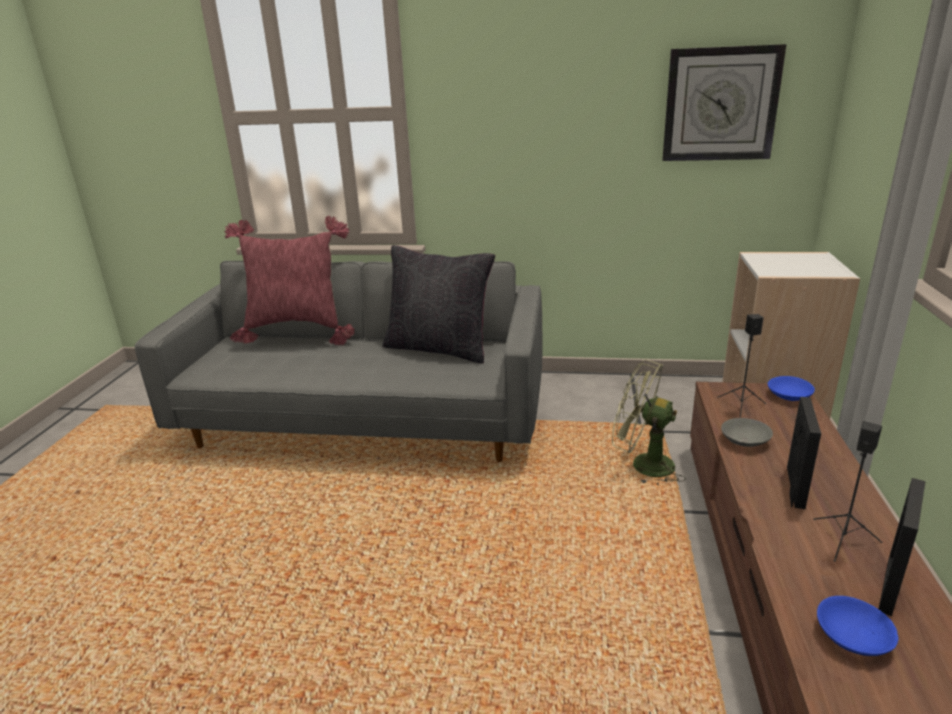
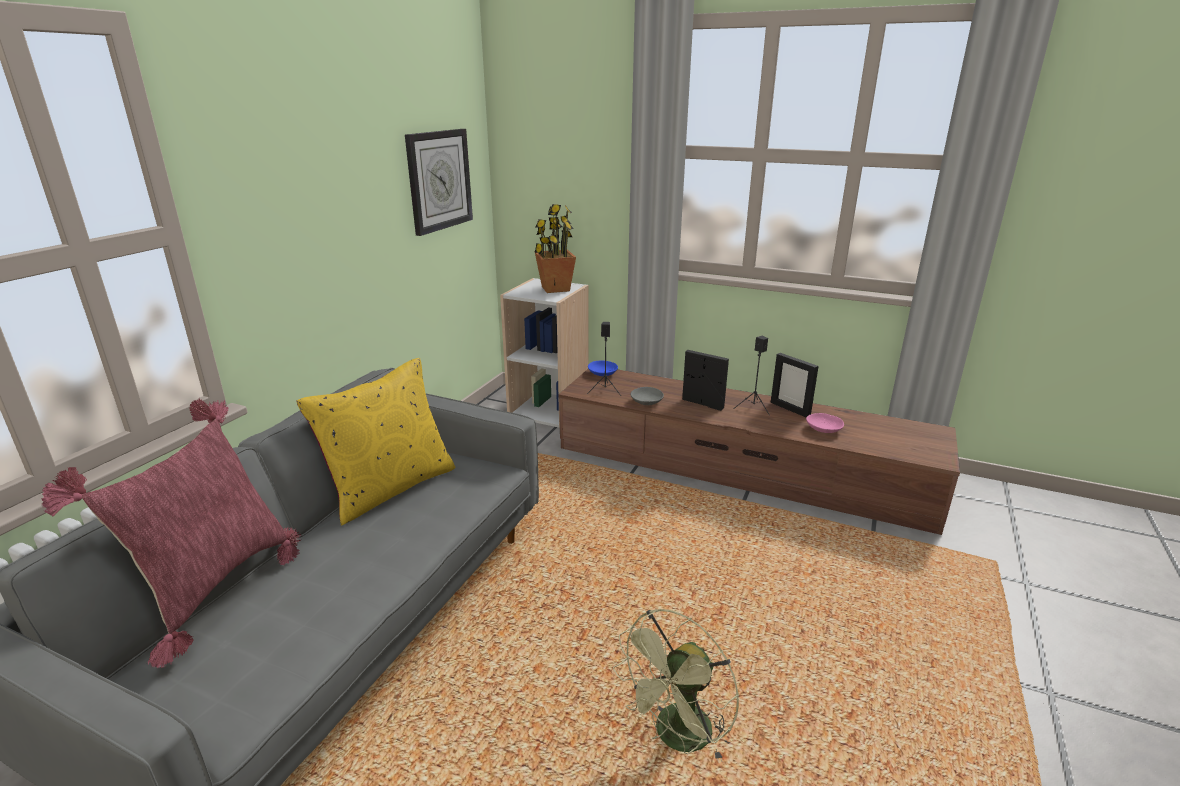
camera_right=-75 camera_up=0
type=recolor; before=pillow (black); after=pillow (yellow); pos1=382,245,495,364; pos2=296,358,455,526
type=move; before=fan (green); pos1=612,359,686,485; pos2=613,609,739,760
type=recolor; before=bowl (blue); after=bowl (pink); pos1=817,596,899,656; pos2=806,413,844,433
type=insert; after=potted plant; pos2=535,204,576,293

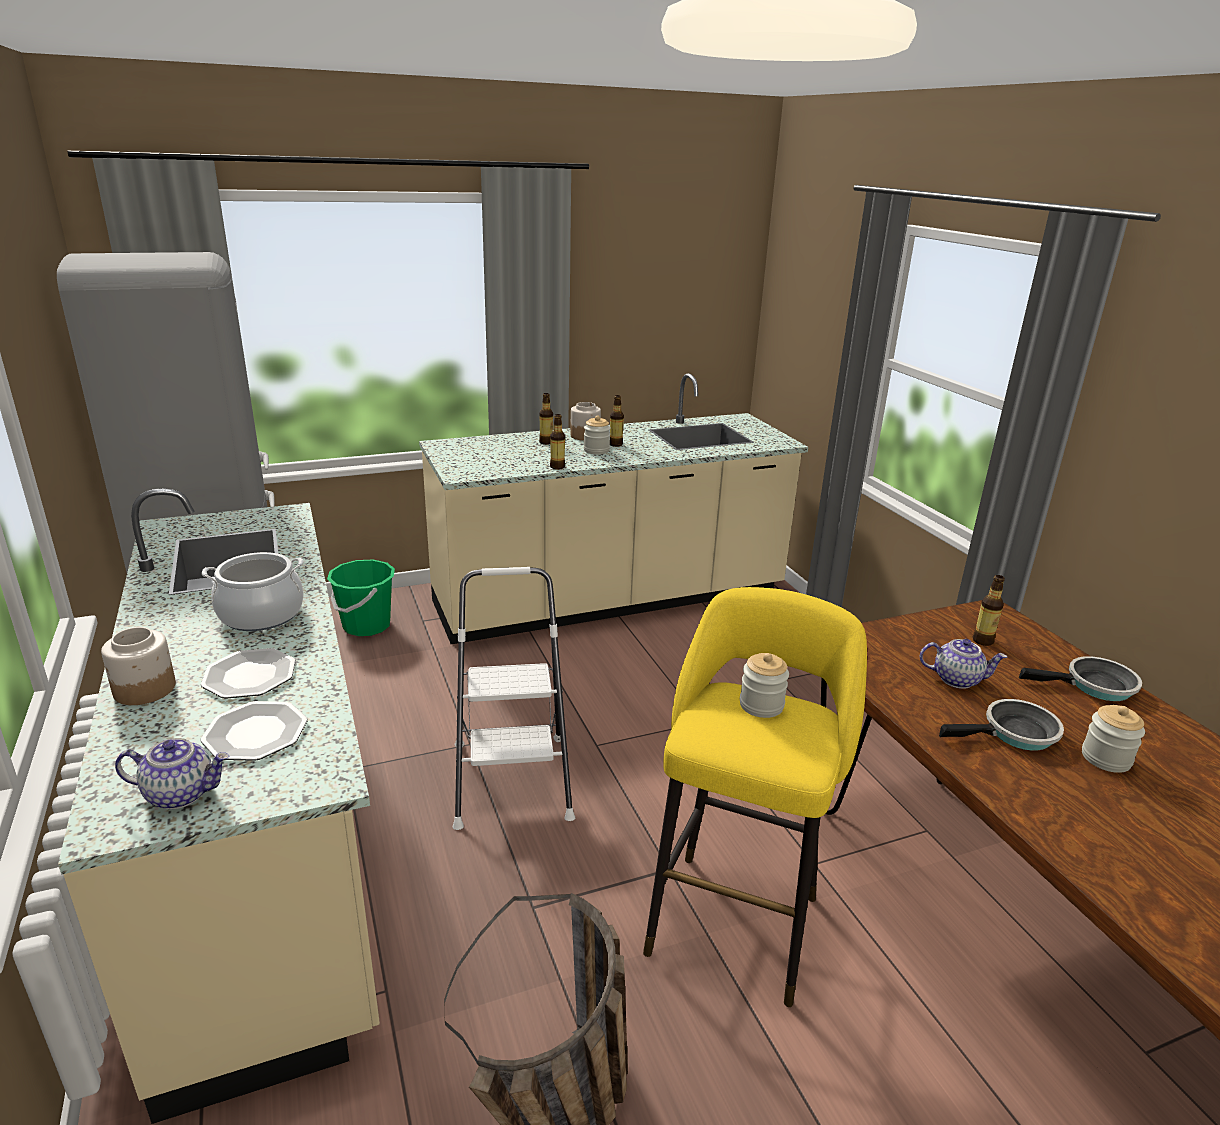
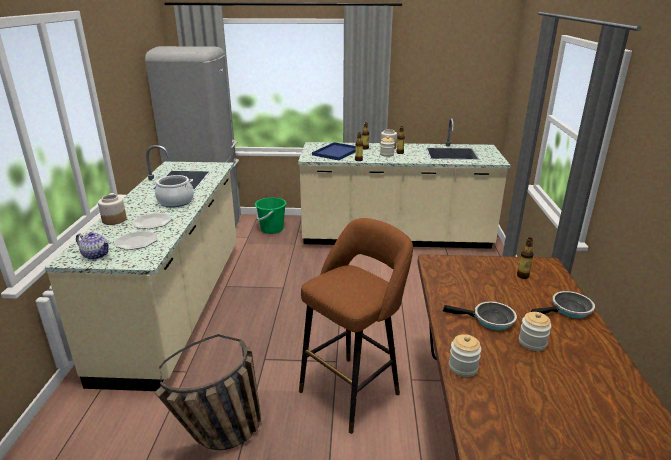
camera_right=25 camera_up=0
type=delete; before=step ladder (white); pos1=453,567,575,830
type=recolor; before=stool (yellow); after=stool (brown); pos1=643,587,867,1007; pos2=299,218,413,434
type=move; before=jar; pos1=740,653,789,718; pos2=449,334,481,377
type=delete; before=teapot; pos1=920,639,1007,689
type=rotate; before=frying pan; pos1=1019,656,1142,701; pos2=531,291,595,318; turn=-45
type=insert; after=tray (blue); pos2=312,142,355,160

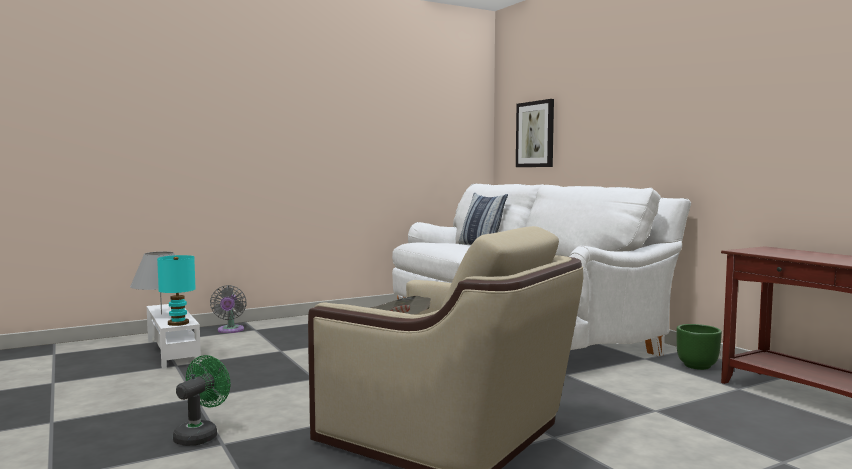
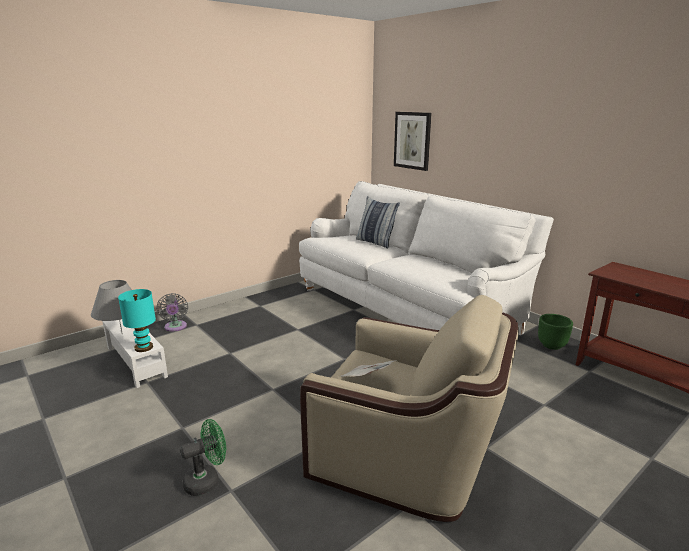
camera_right=-10 camera_up=15
type=rotate; before=fan (green); pos1=173,355,231,446; pos2=180,419,226,496; turn=45

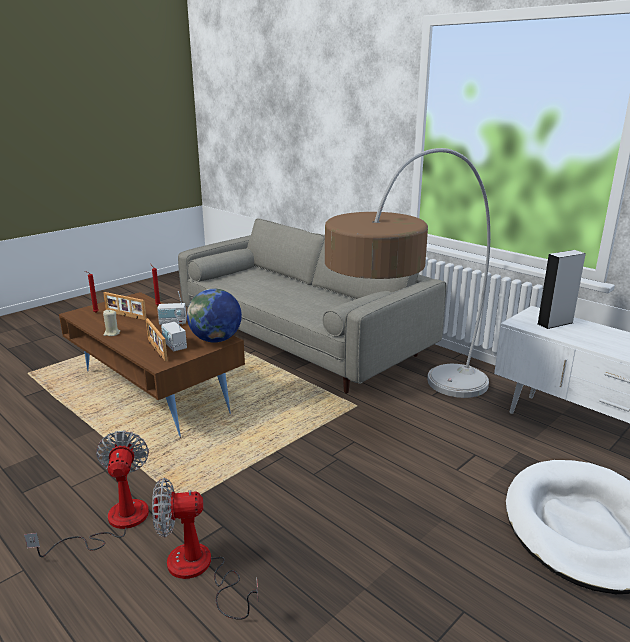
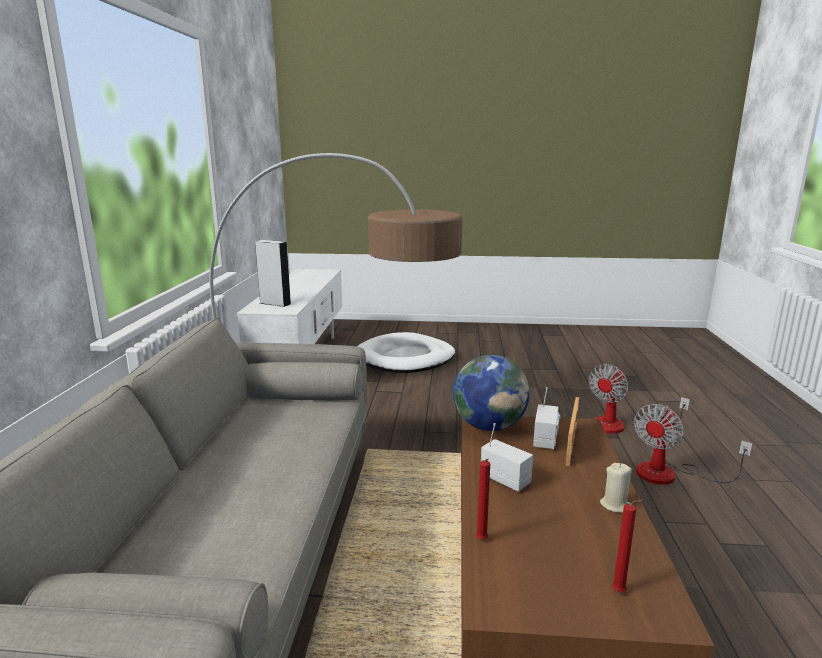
camera_right=-130 camera_up=-5
type=delete; before=picture frame; pos1=103,292,147,320
type=rotate; before=fan; pos1=152,478,258,620; pos2=589,364,690,434; turn=90

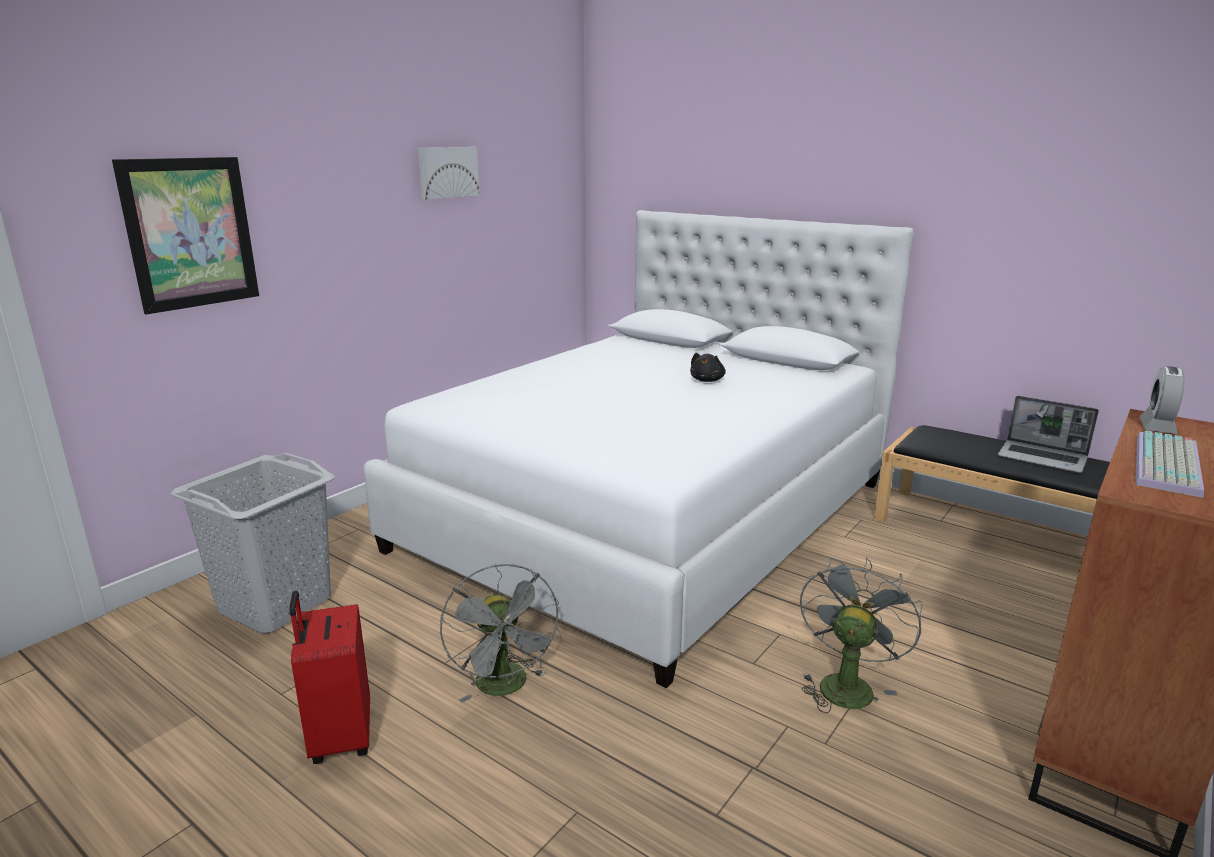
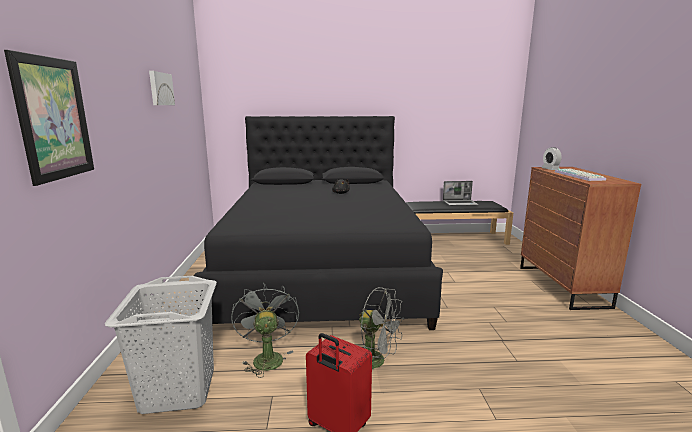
camera_right=-40 camera_up=-5
type=recolor; before=bed (white); after=bed (black); pos1=364,210,914,688; pos2=194,116,443,330
type=move; before=fan (grey); pos1=800,557,923,713; pos2=231,283,299,378

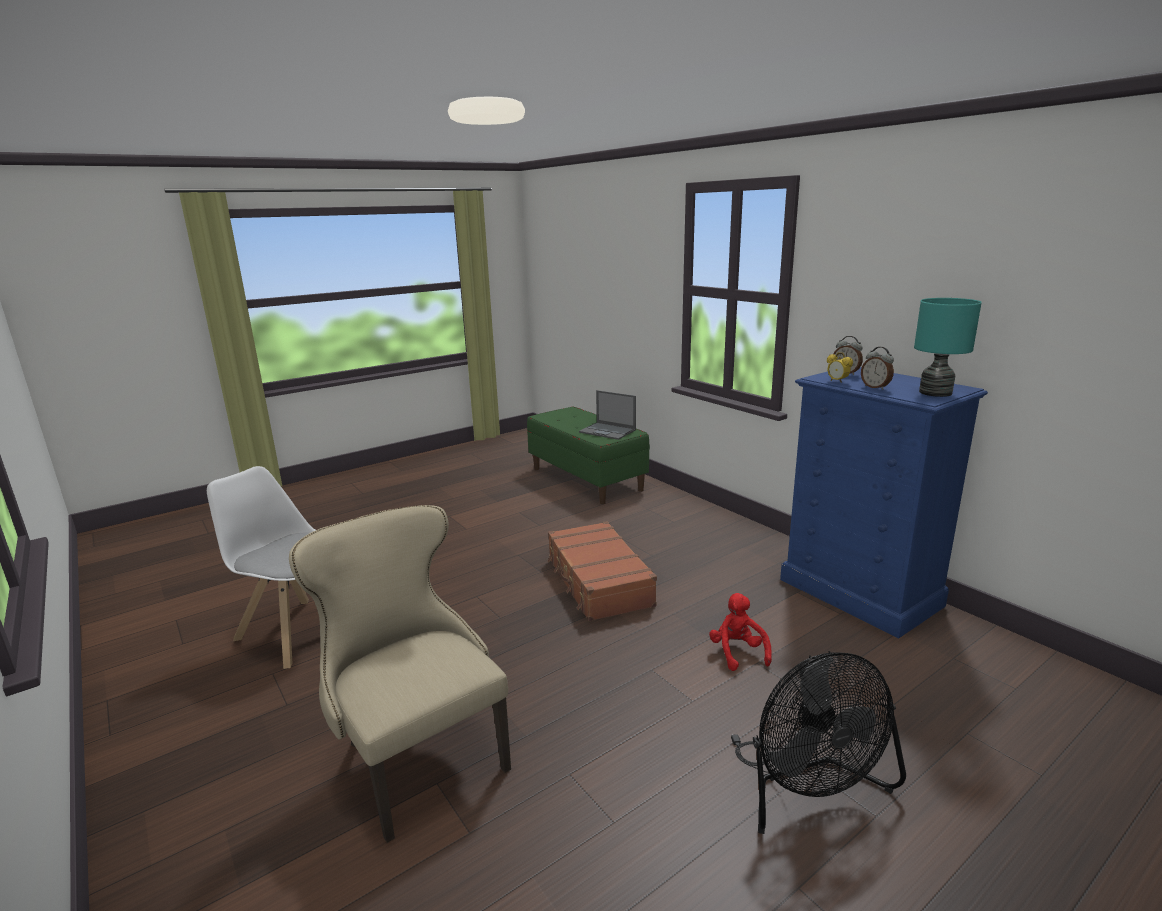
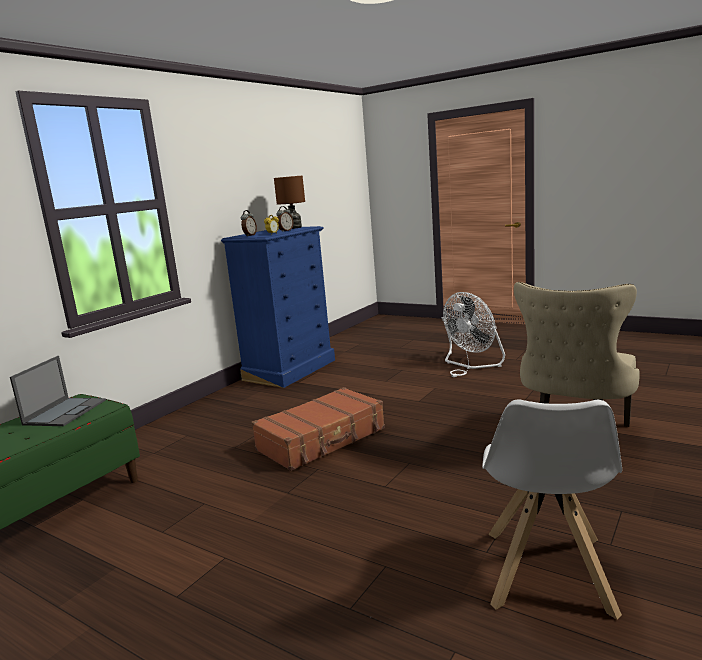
camera_right=-110 camera_up=-5
type=delete; before=plush toy (red); pos1=709,593,772,671
type=recolor; before=fan (black); after=fan (white); pos1=731,651,906,834; pos2=442,292,505,377
type=recolor; before=table lamp (turquoise); after=table lamp (brown); pos1=914,298,982,397; pos2=274,176,305,229

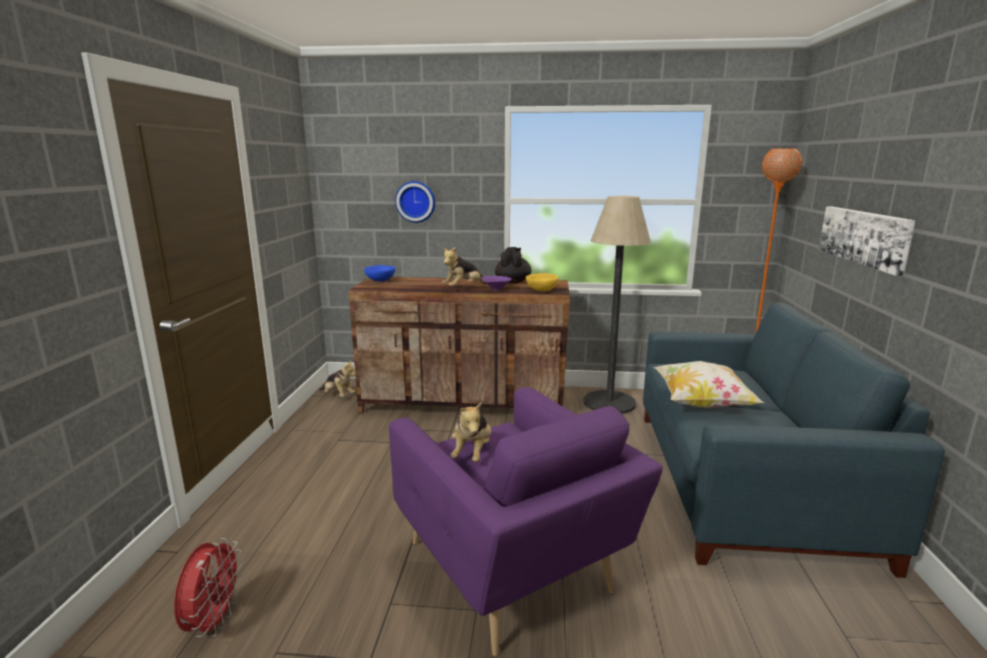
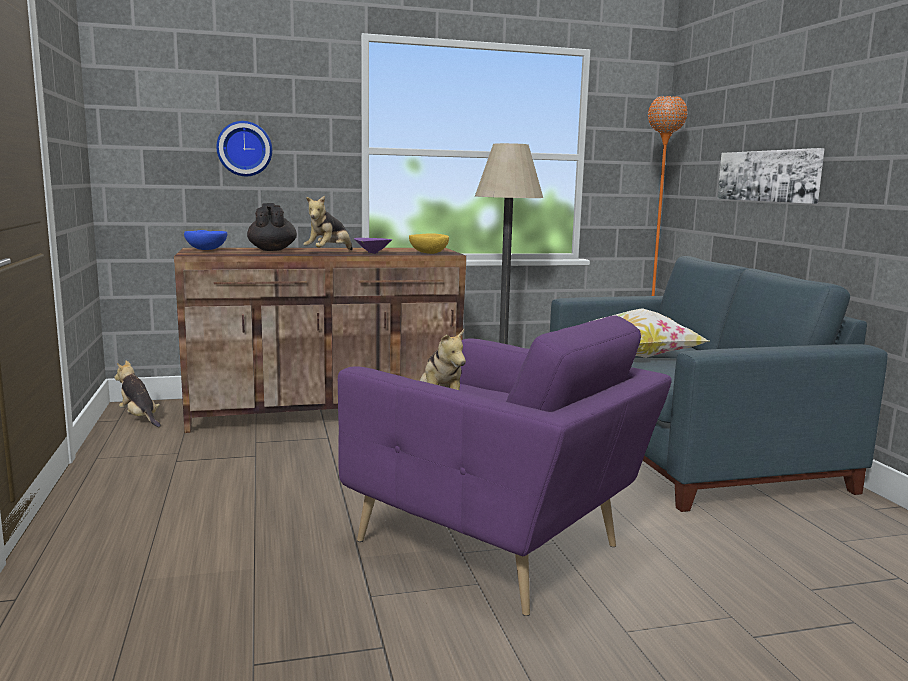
camera_right=-20 camera_up=-5
type=delete; before=fan (red); pos1=174,538,243,637
type=rotate; before=plush toy; pos1=319,361,356,397; pos2=114,361,161,427; turn=-150
type=move; before=teapot (black); pos1=495,247,532,284; pos2=247,203,297,251

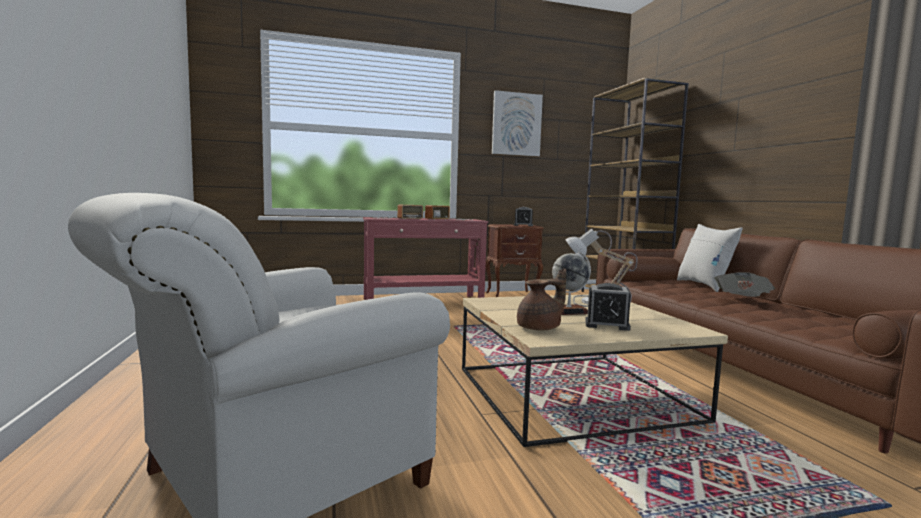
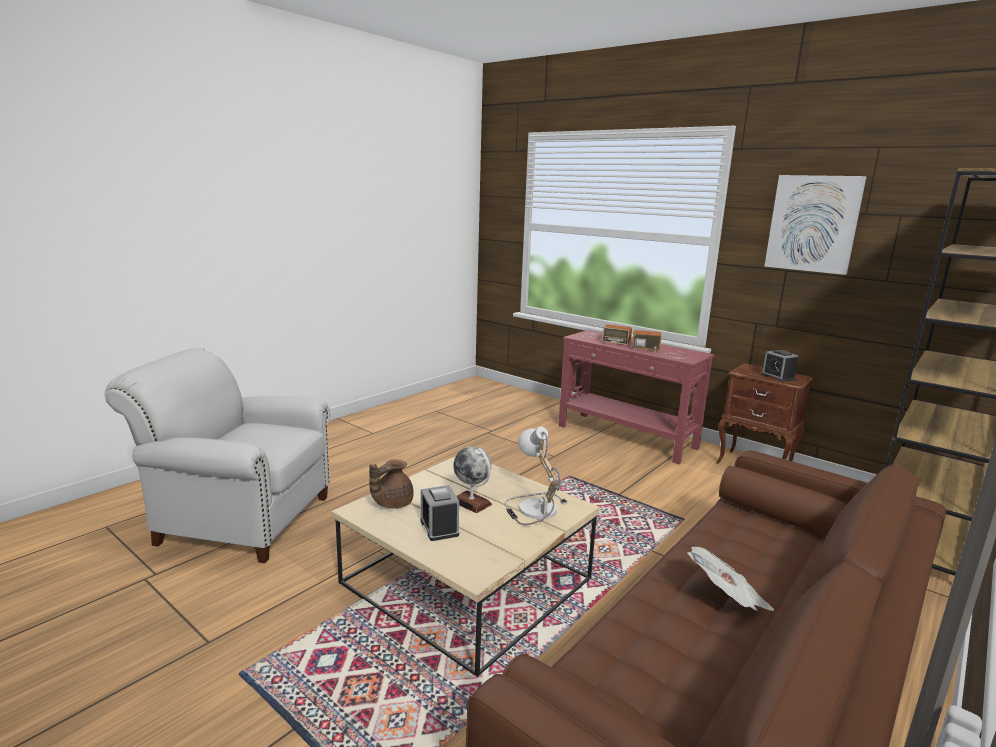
camera_right=55 camera_up=10
type=rotate; before=teapot (brown); pos1=517,268,566,330; pos2=369,459,414,509; turn=105
type=delete; before=pillow (grey); pos1=677,224,743,292

